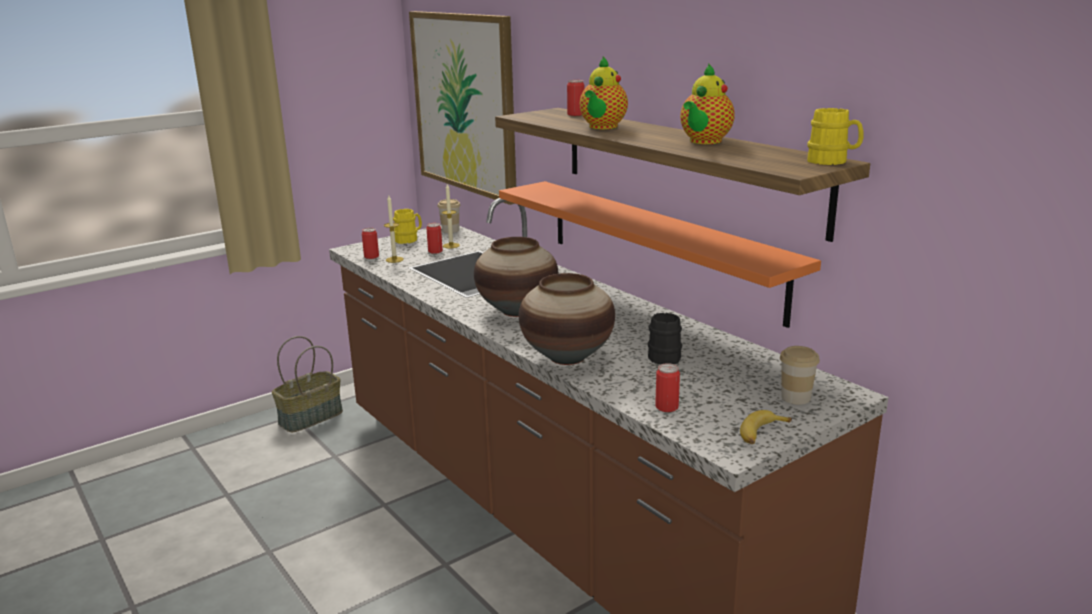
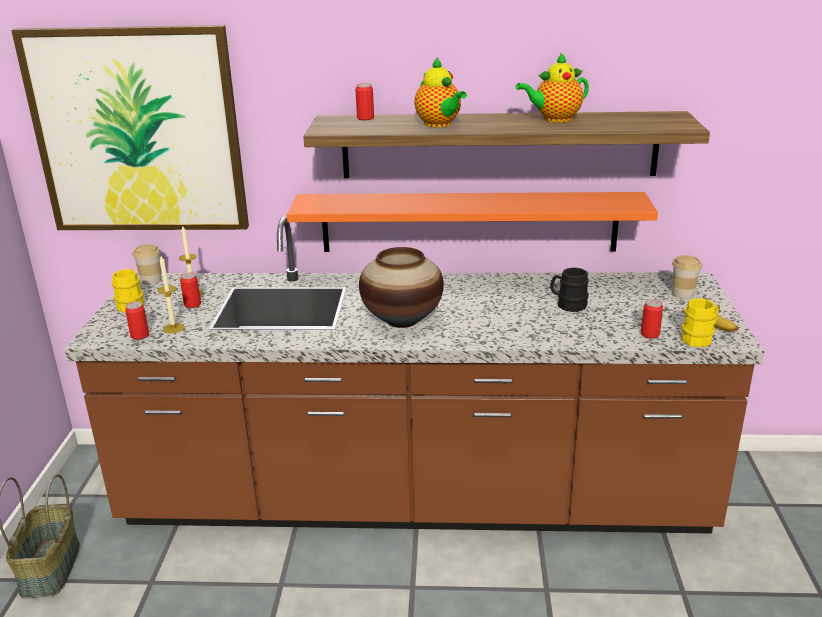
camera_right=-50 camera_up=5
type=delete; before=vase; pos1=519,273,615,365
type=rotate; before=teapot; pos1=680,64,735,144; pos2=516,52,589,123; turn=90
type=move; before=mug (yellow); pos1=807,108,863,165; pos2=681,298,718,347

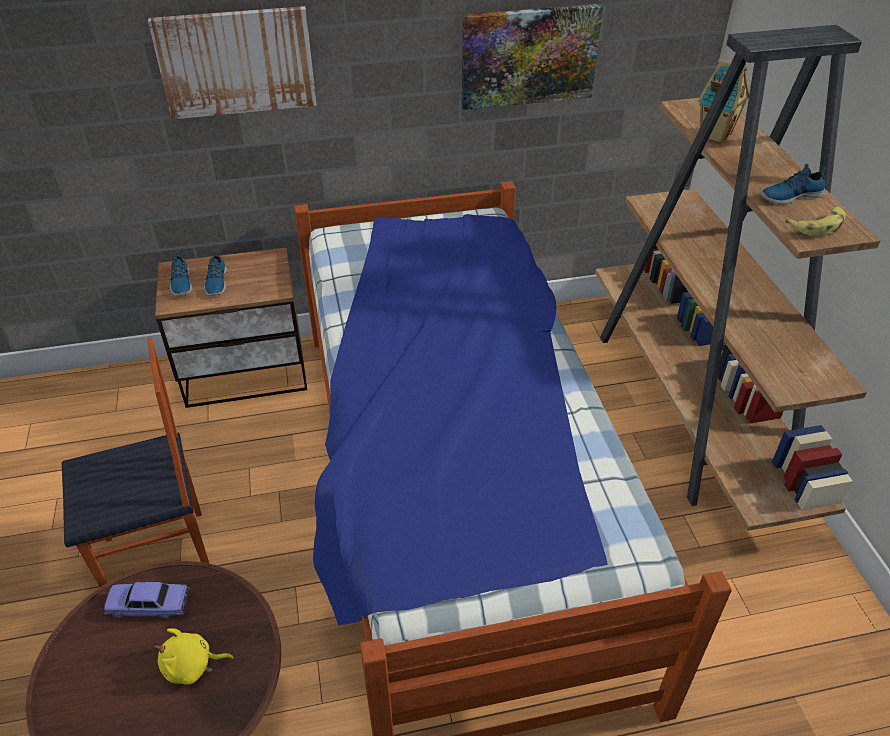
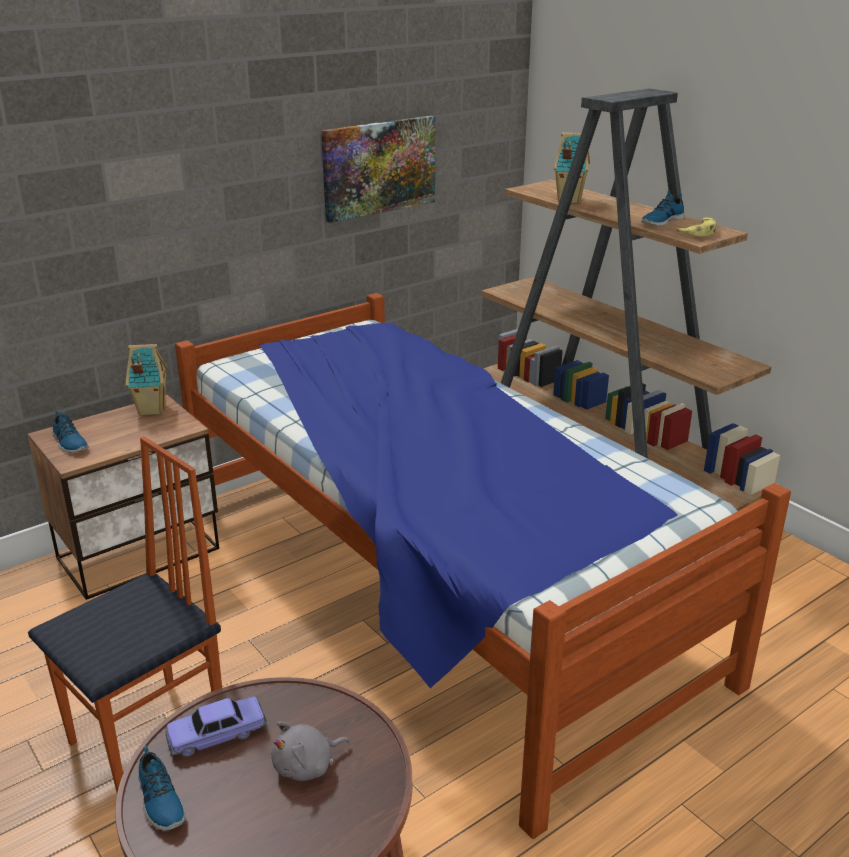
camera_right=-25 camera_up=-15
type=delete; before=picture; pos1=148,6,317,119
type=recolor; before=plush toy (yellow); after=plush toy (grey); pos1=155,628,234,685; pos2=271,721,350,781
type=move; before=shoe; pos1=204,251,227,296; pos2=138,746,186,831
type=insert; after=toy house; pos2=126,344,168,416

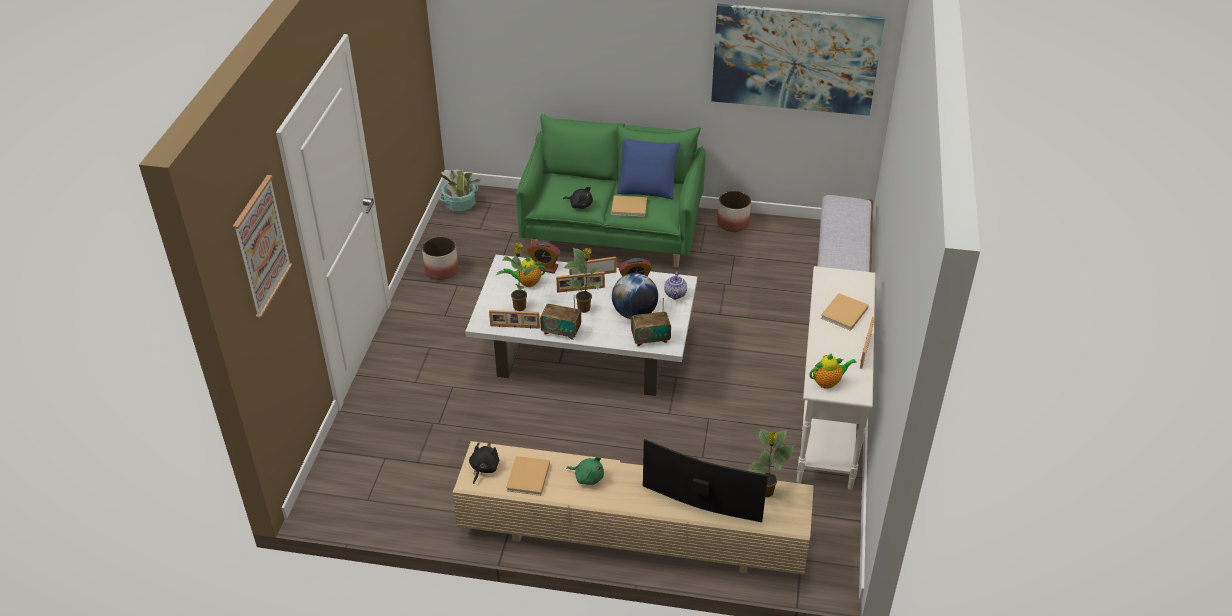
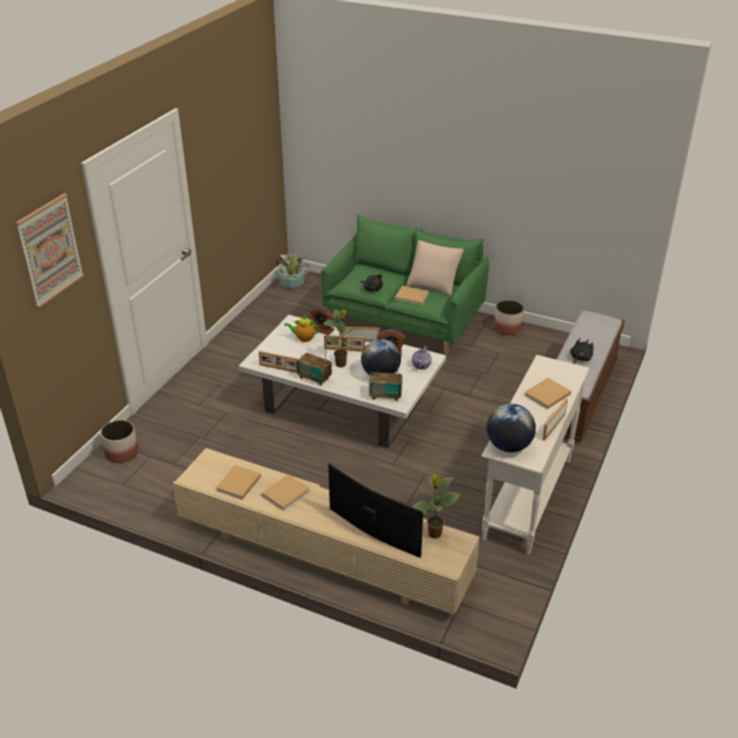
camera_right=15 camera_up=-5
type=move; before=planter; pos1=422,236,459,280; pos2=100,420,139,463
type=move; before=plush toy (black); pos1=469,442,499,484; pos2=570,338,593,364
type=delete; before=potted plant; pos1=496,243,540,311
type=replace; before=plush toy (green); after=book (beige); pos1=566,457,604,485; pos2=262,474,310,511
type=recolor; before=pillow (blue); after=pillow (beige); pos1=617,138,680,200; pos2=407,240,464,296
type=delete; before=picture; pos1=711,4,885,116
type=replace; before=teapot; after=globe; pos1=809,353,856,389; pos2=487,404,536,452

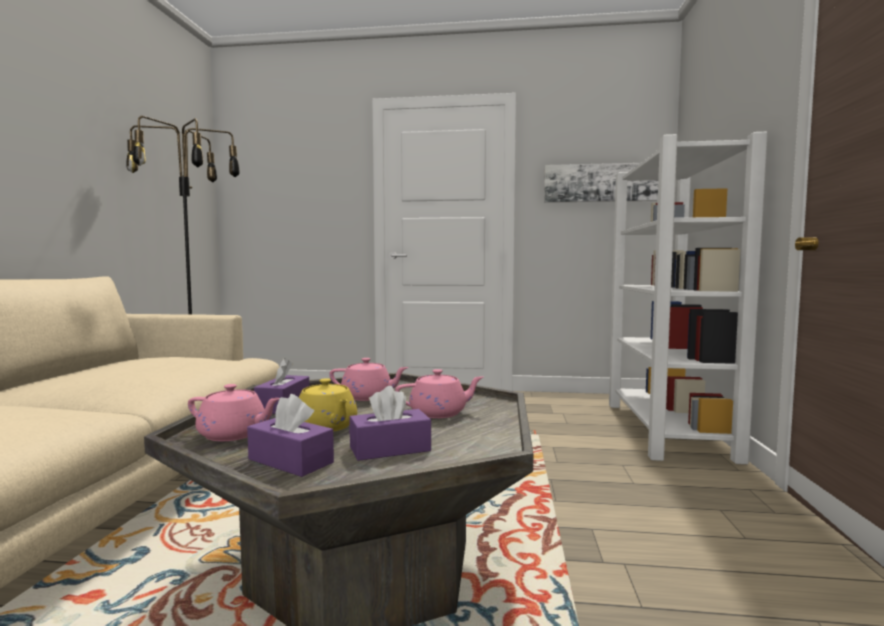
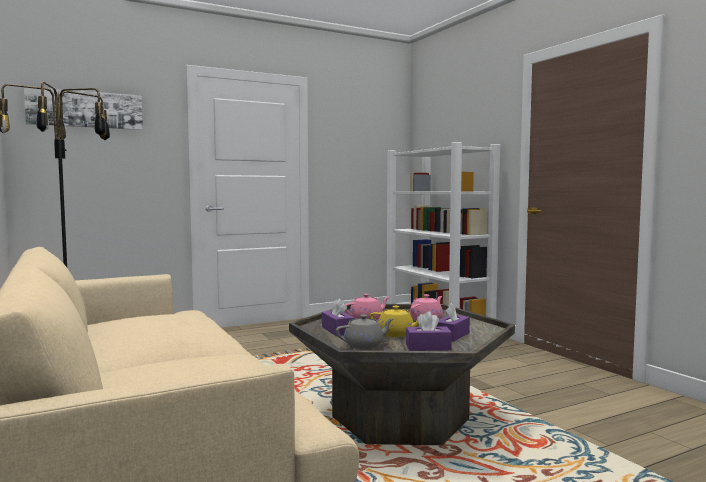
camera_right=-35 camera_up=0
type=recolor; before=teapot (pink); after=teapot (grey); pos1=188,384,280,441; pos2=336,315,394,349
type=move; before=picture; pos1=544,163,658,203; pos2=24,87,143,130

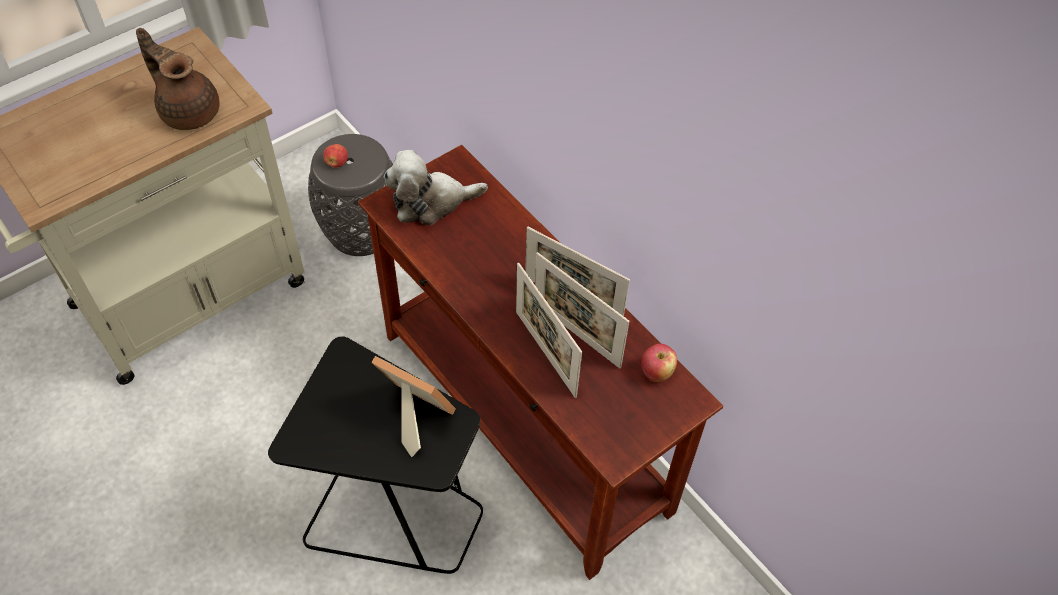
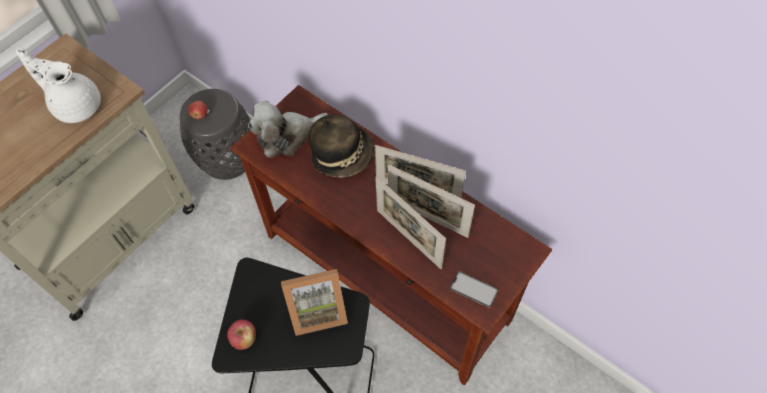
camera_right=-10 camera_up=5
type=recolor; before=teapot (brown); after=teapot (white); pos1=136,28,220,130; pos2=16,47,101,123
type=rotate; before=picture frame; pos1=371,356,456,457; pos2=281,269,348,336; turn=150
type=move; before=apple; pos1=641,343,677,382; pos2=227,319,256,350
type=insert; after=hat; pos2=309,114,374,177
type=insert; after=phone; pos2=450,271,498,307

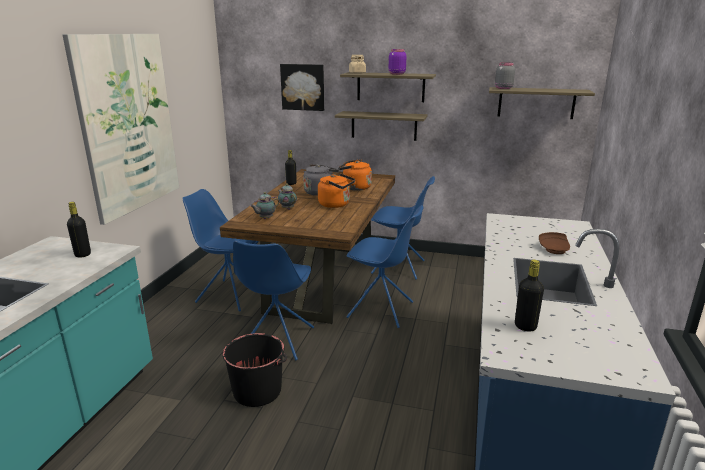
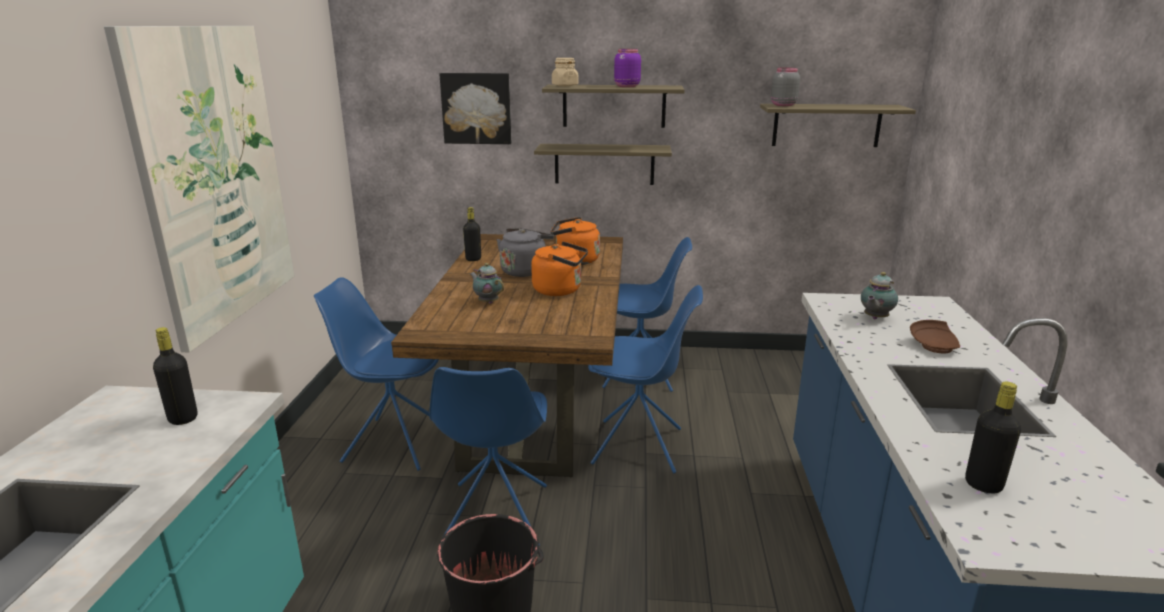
camera_right=-10 camera_up=0
type=move; before=teapot; pos1=250,192,279,219; pos2=861,272,898,319

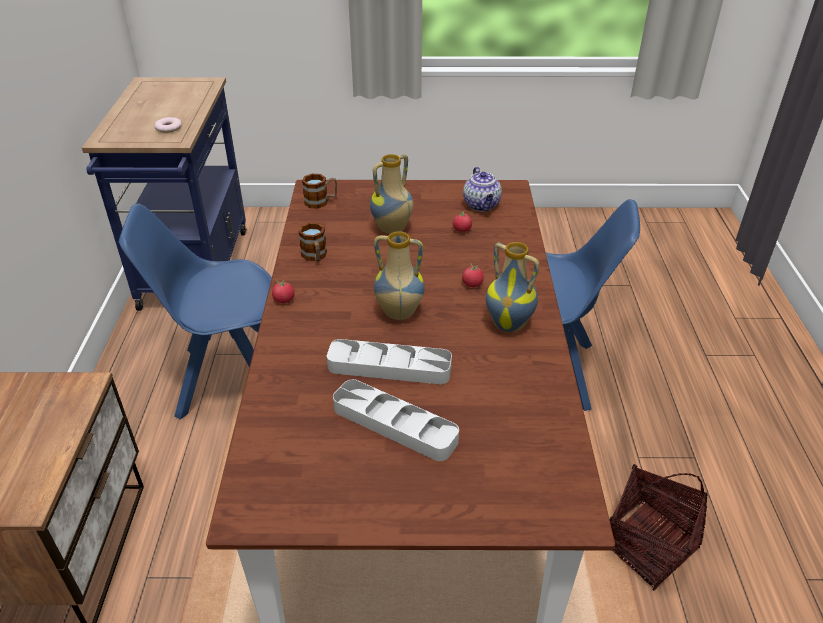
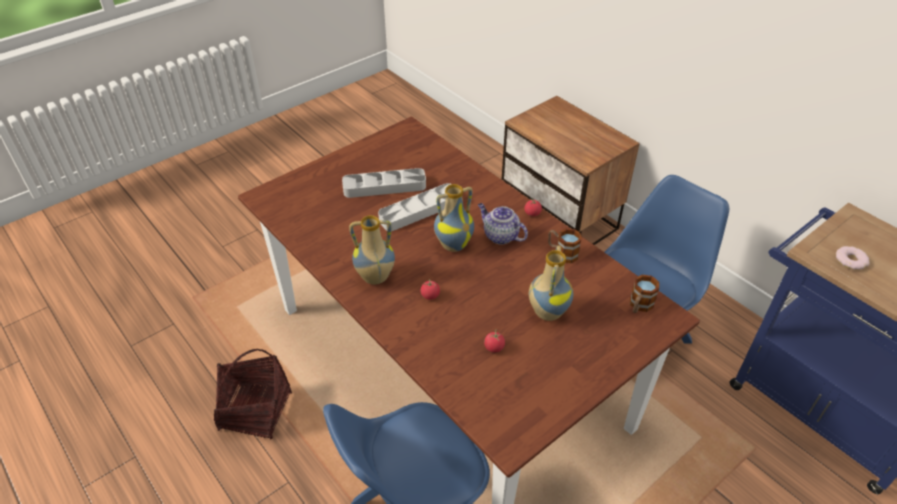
camera_right=140 camera_up=5
type=move; before=teapot; pos1=463,167,502,211; pos2=478,203,528,245

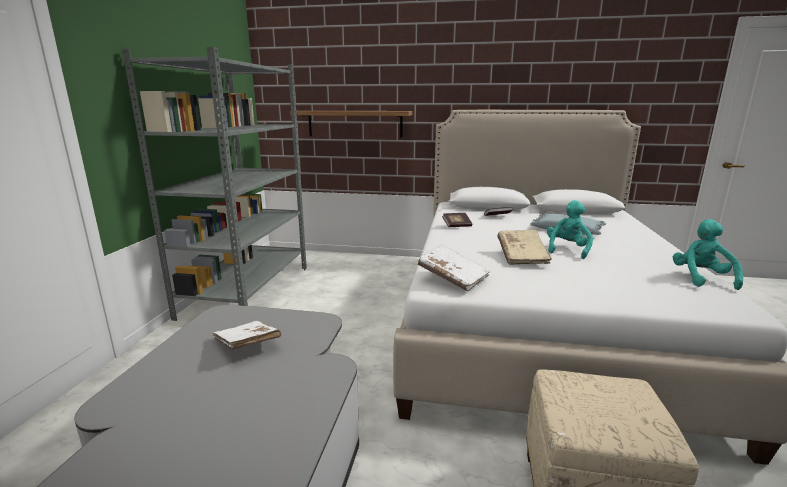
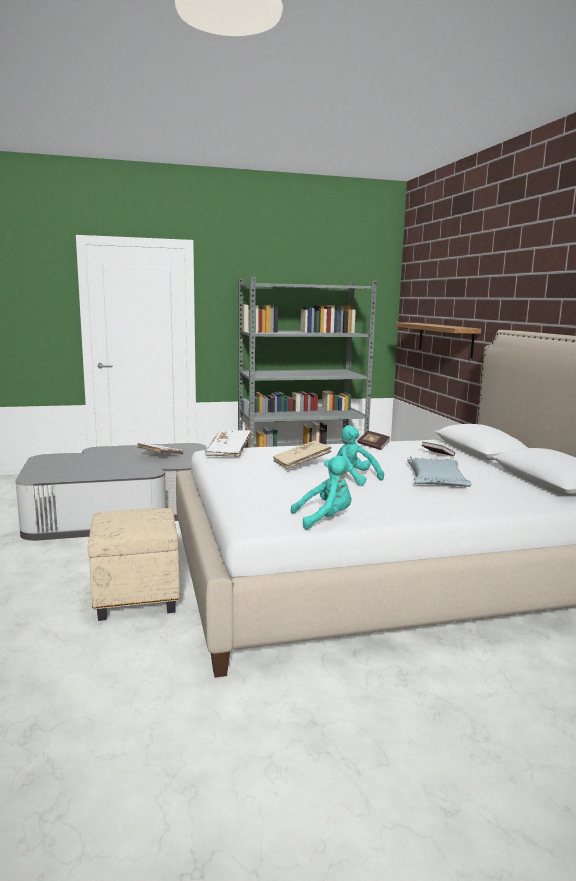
camera_right=65 camera_up=-5
type=rotate; before=plush toy (turquoise); pos1=547,200,593,259; pos2=337,425,384,486; turn=-135

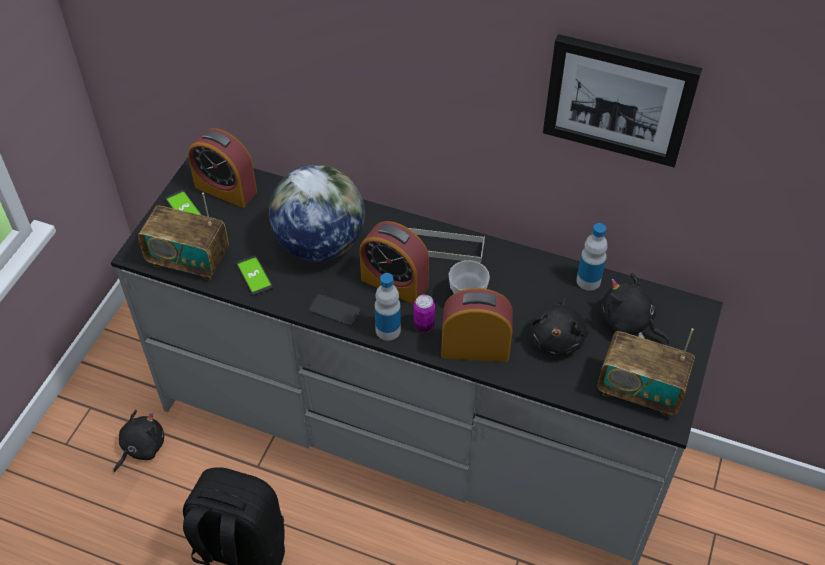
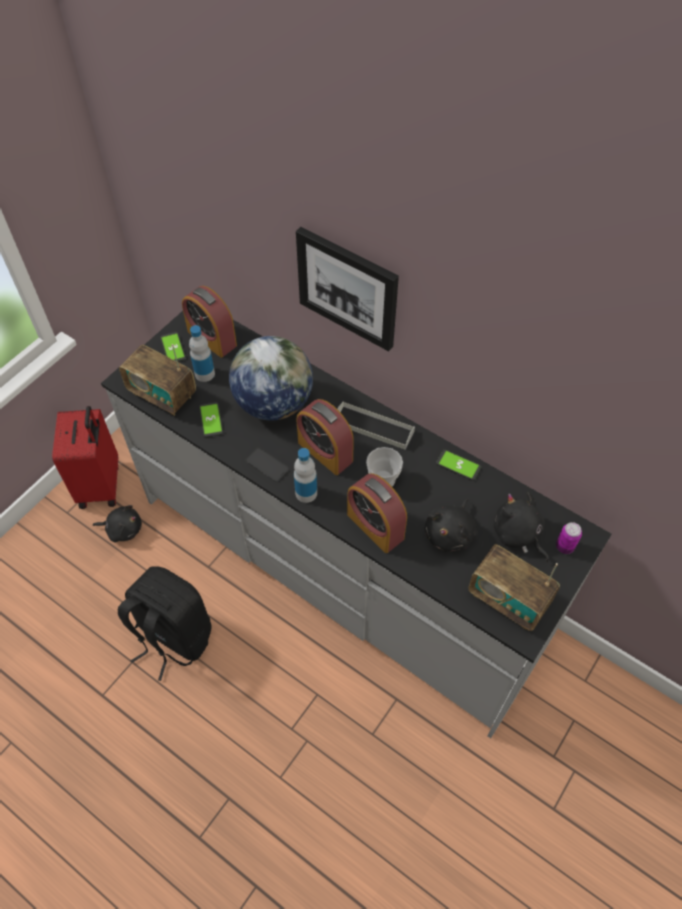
camera_right=15 camera_up=5
type=rotate; before=plush toy (black); pos1=114,410,164,472; pos2=93,505,142,542; turn=45
type=move; before=can; pos1=414,295,435,332; pos2=556,522,582,554
type=rotate; before=alarm clock; pos1=441,288,513,362; pos2=347,473,407,553; turn=-150
type=move; before=picture; pos1=543,34,702,168; pos2=296,227,399,351
type=move; before=bottle; pos1=576,223,608,291; pos2=189,325,215,382
type=insert; after=suitcase (red); pos2=52,406,118,509
type=insert; after=phone; pos2=436,449,482,481

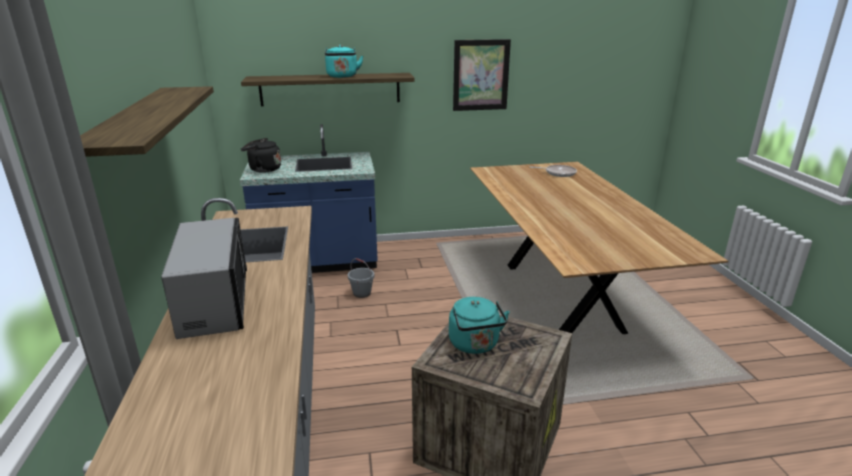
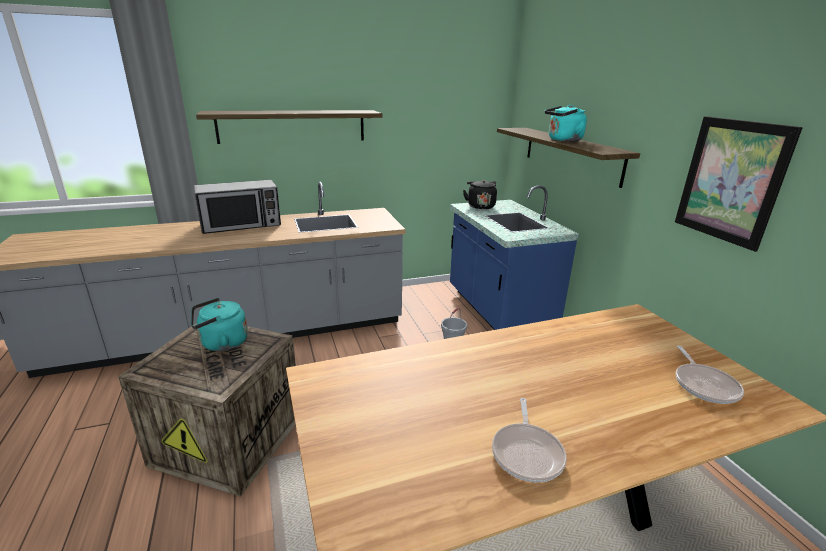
camera_right=80 camera_up=0
type=insert; after=frying pan; pos2=492,398,567,483

